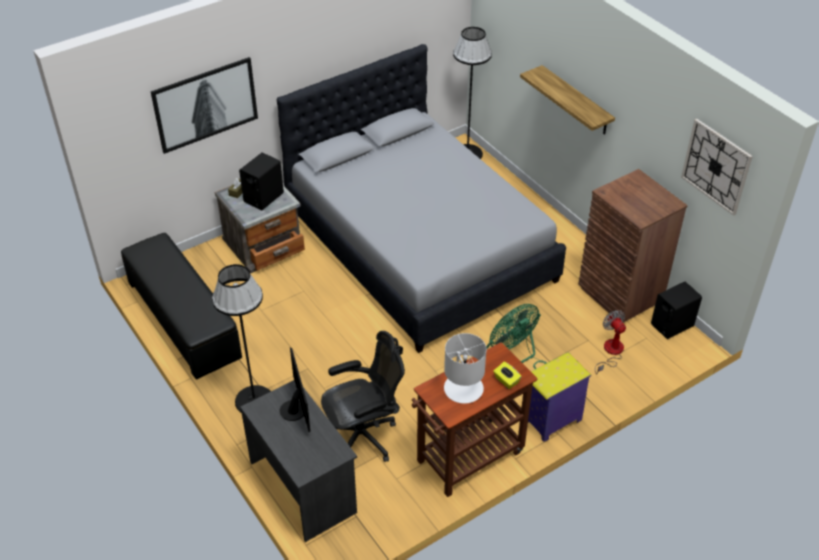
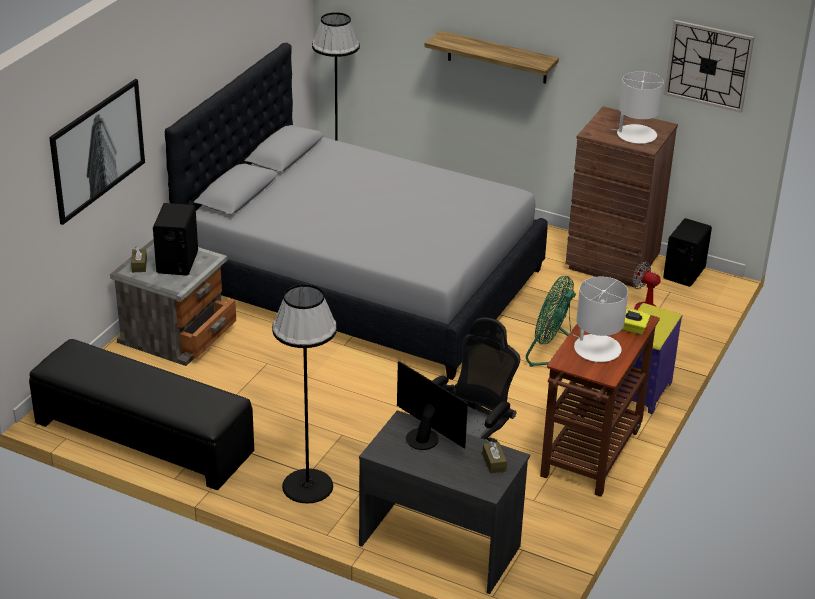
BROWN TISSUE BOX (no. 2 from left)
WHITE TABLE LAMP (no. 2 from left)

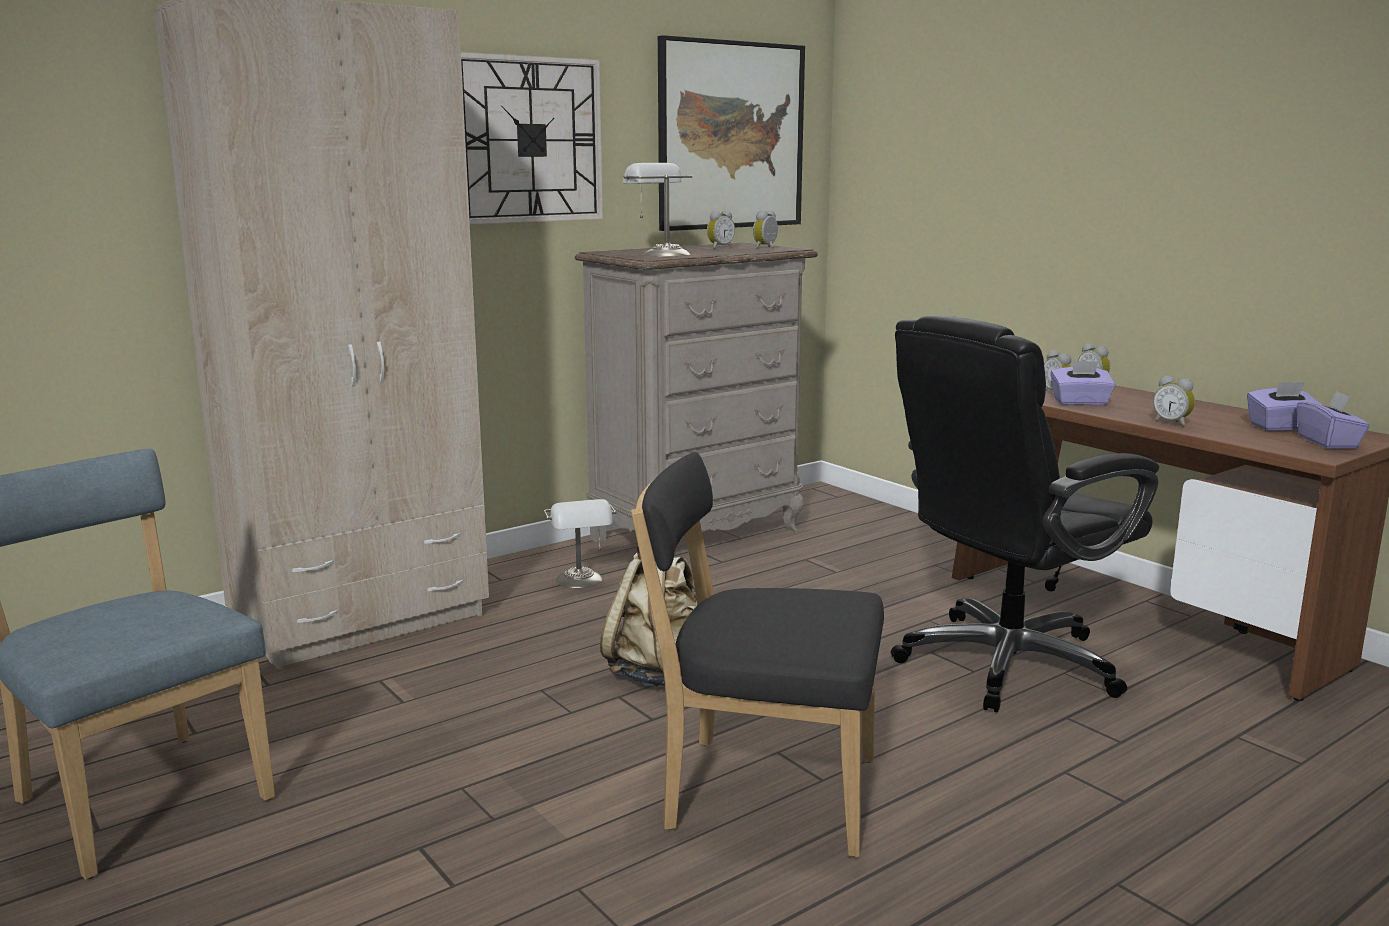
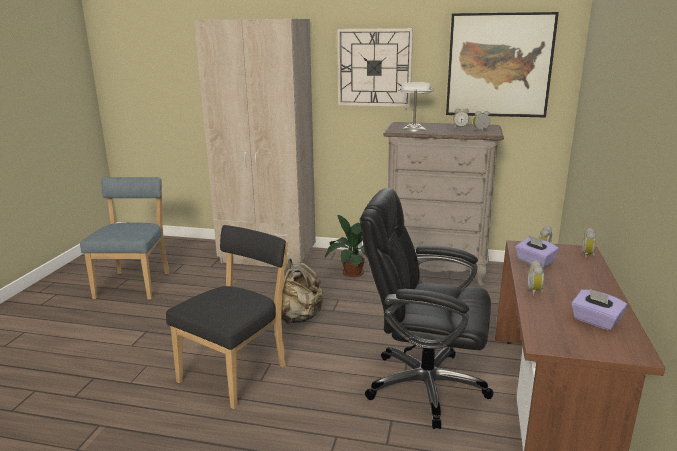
POTTED PLANT
BLACK CHAIR
PURPLE TISSUE BOX (no. 3 from left in the first image)

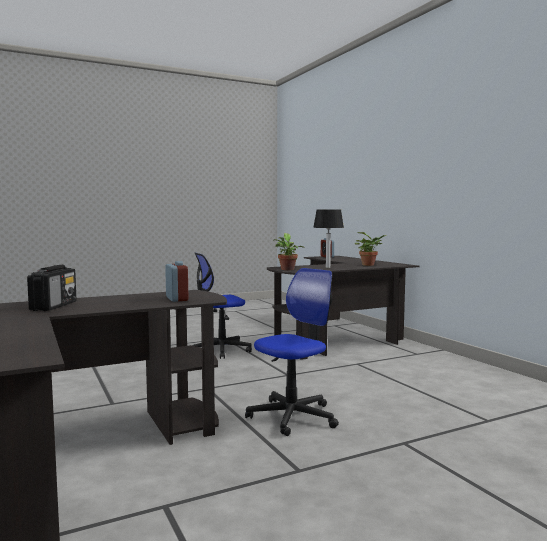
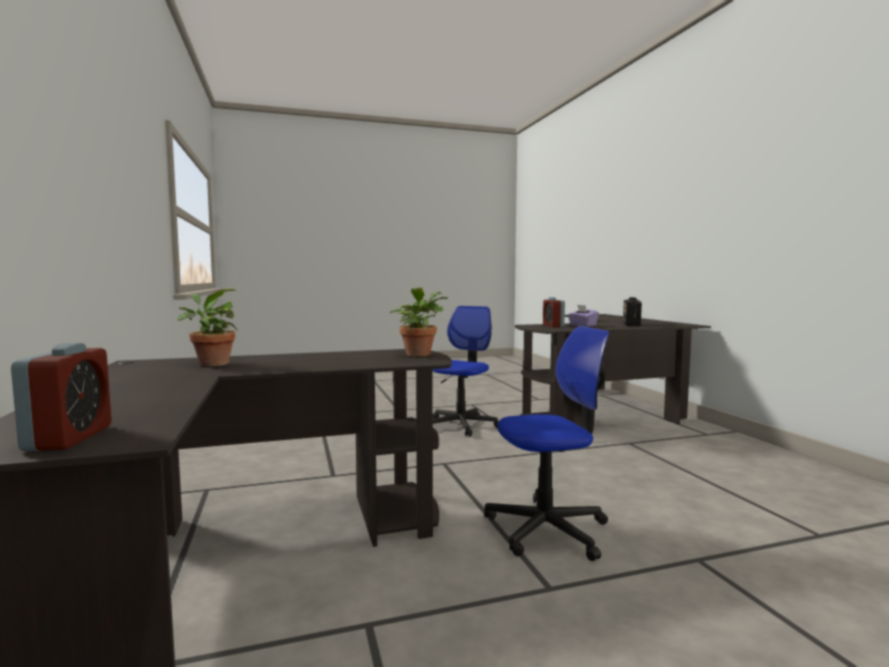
OFFICE CHAIR (no. 1 from left)
TABLE LAMP
PURPLE TISSUE BOX

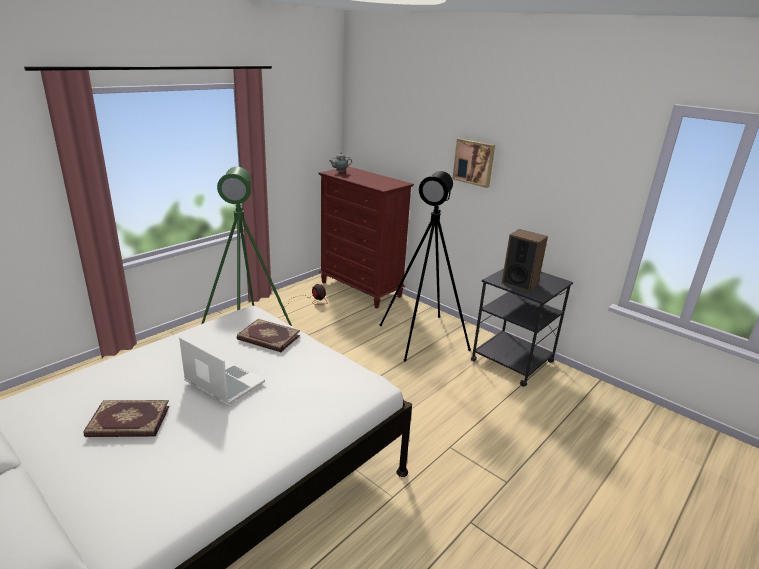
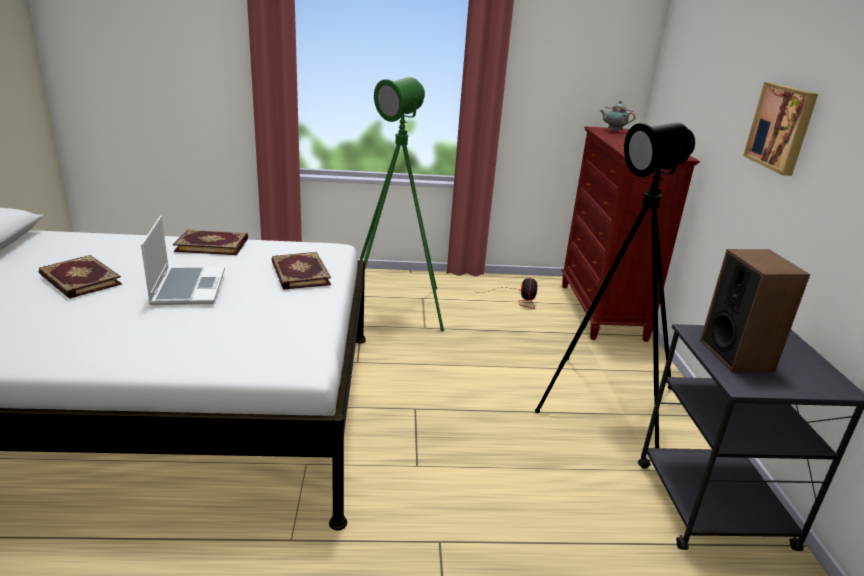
BOOK (no. 2 from left)

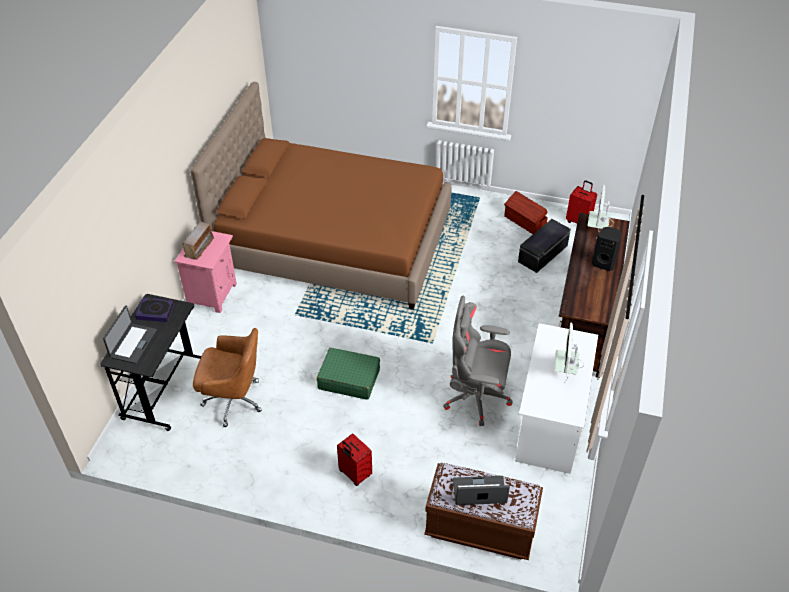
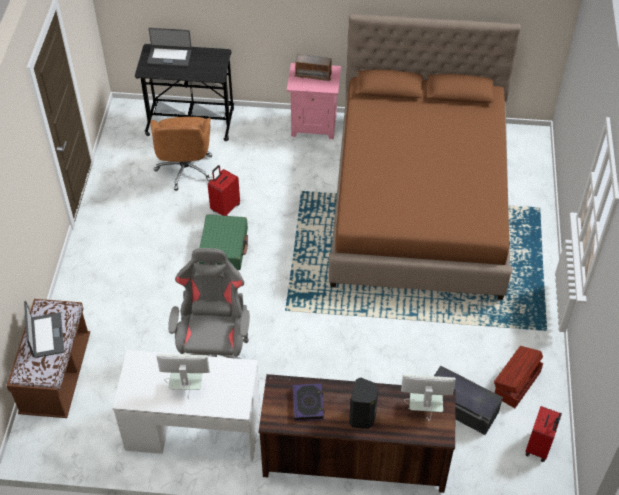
BOOK
RED SUITCASE (no. 1 from left)

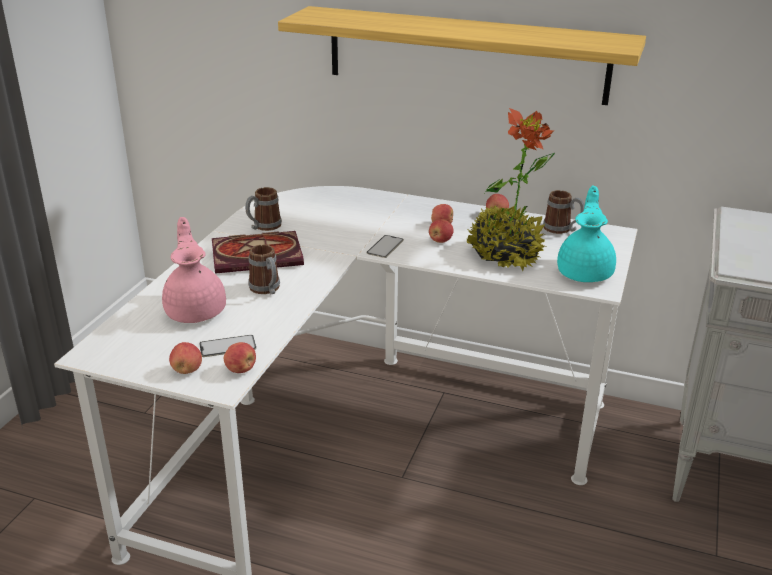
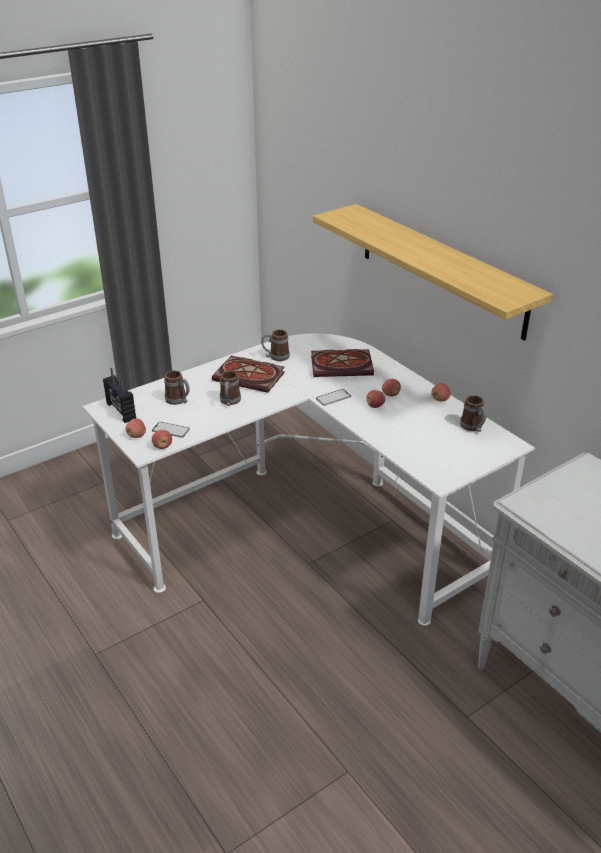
MUG (no. 1 from left)
POTTED PLANT
TURQUOISE TEAPOT
RADIO
BOOK (no. 2 from left)

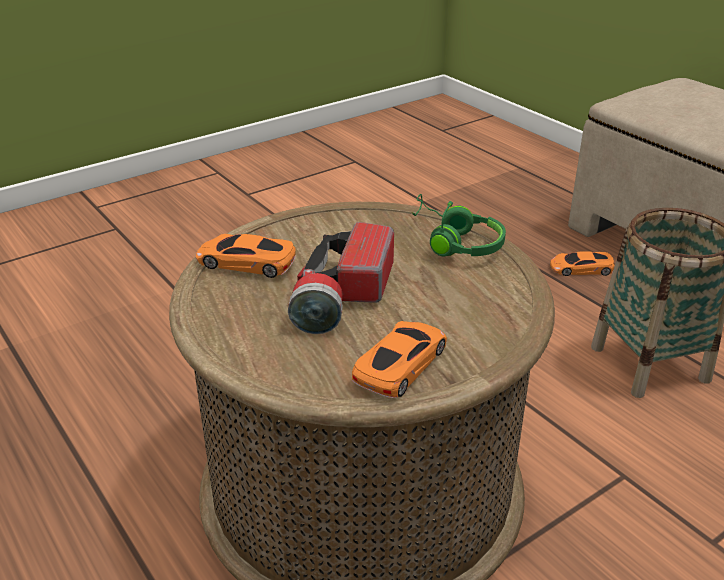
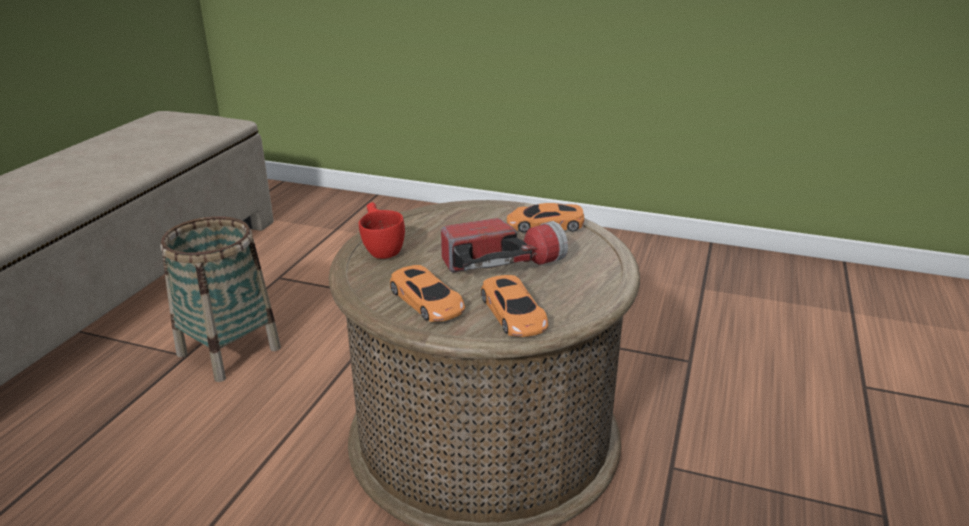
RED CUP
ORANGE TOY CAR (no. 1 from left)

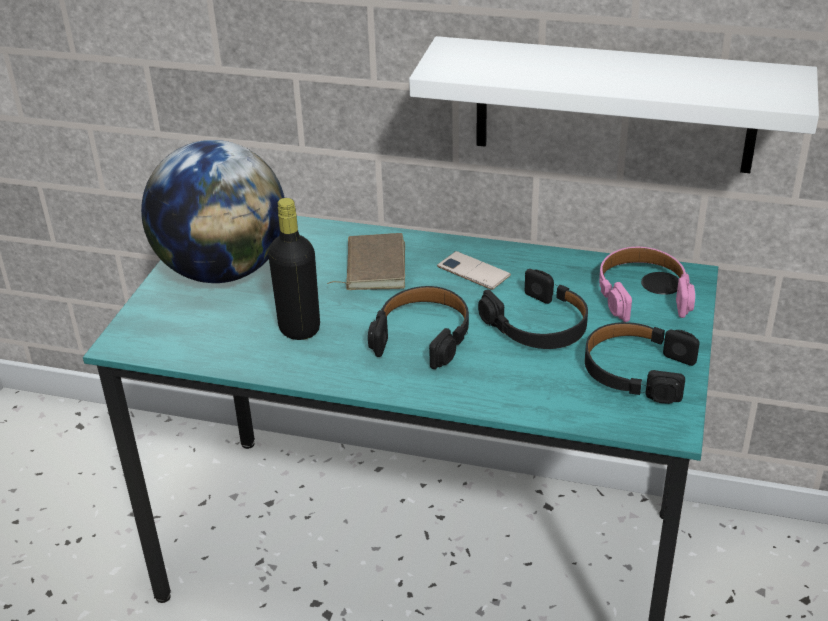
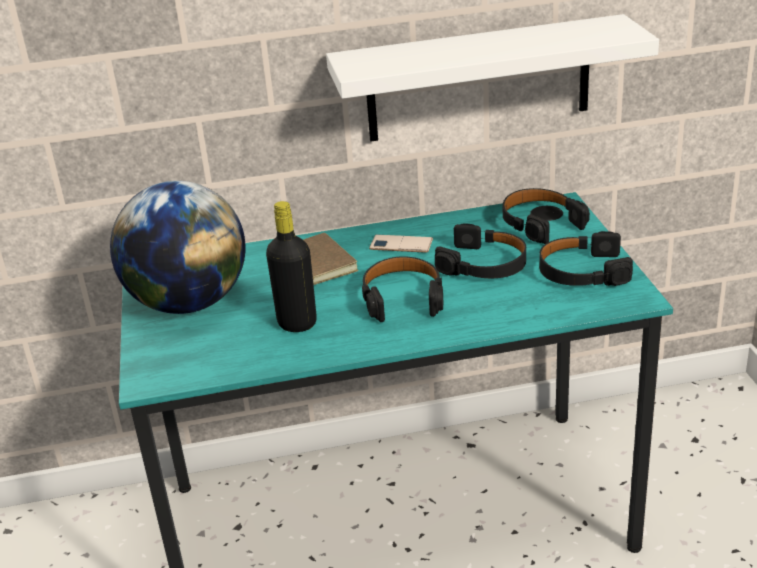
BLACK HEADPHONES (no. 3 from left)

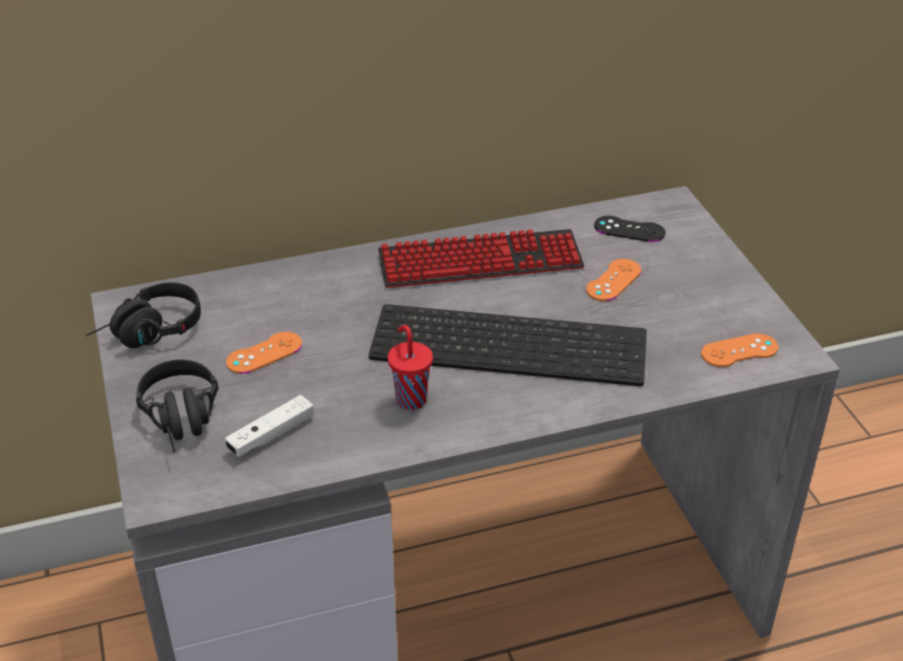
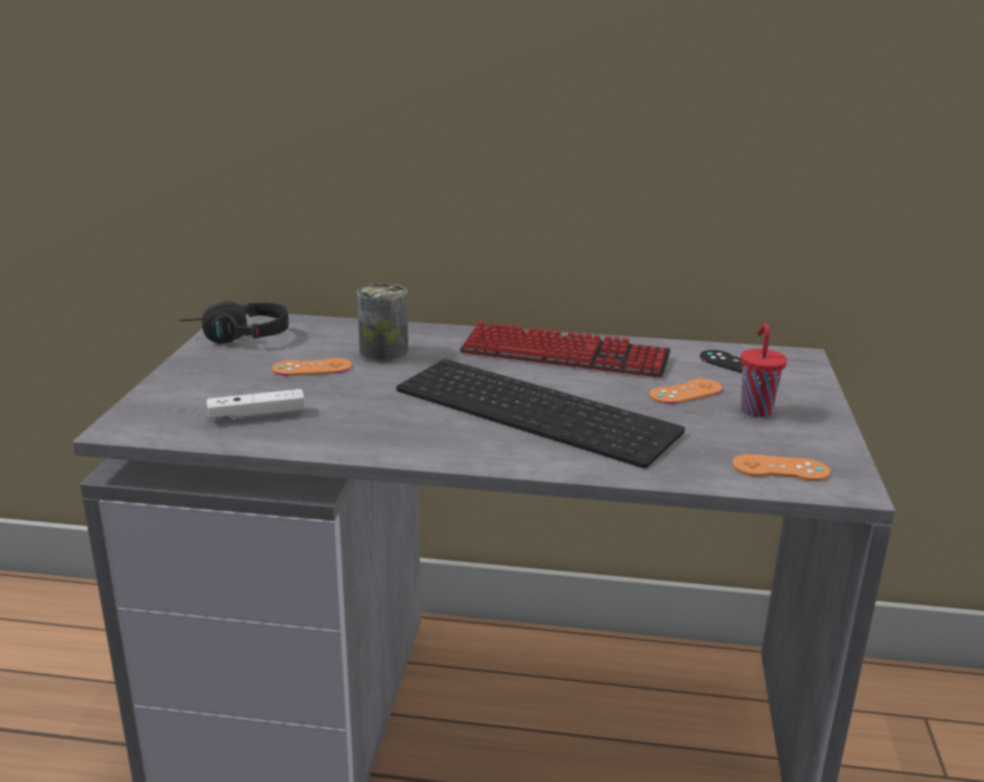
BLACK HEADPHONES (no. 2 from left in the first image)
RED CUP
CAN

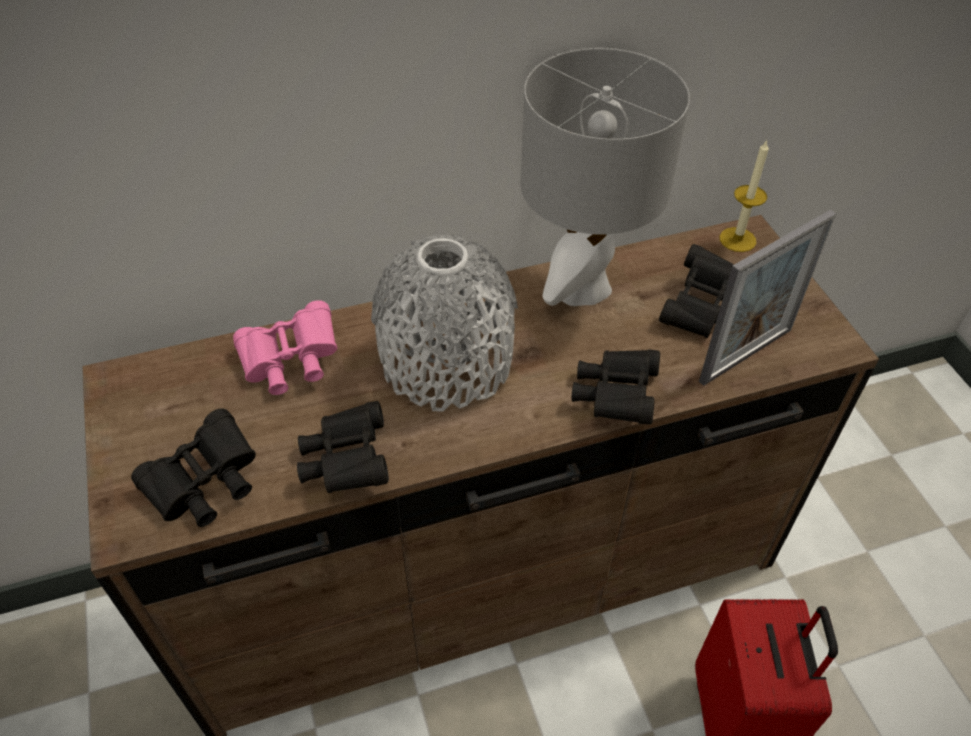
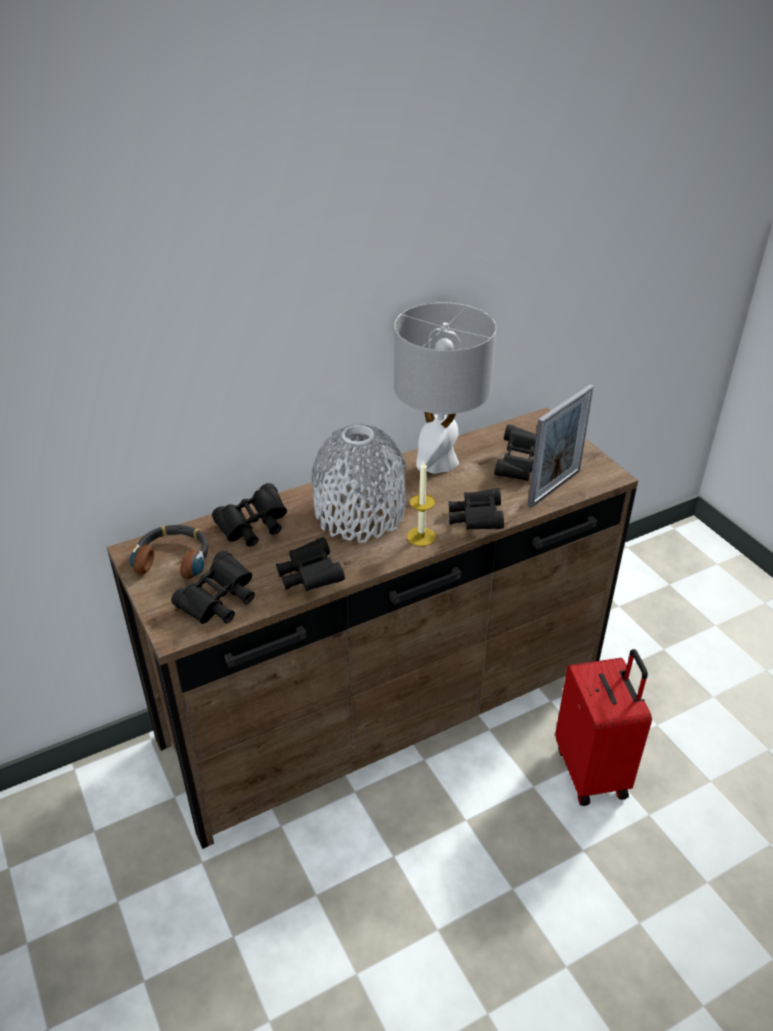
BLACK BINOCULARS (no. 2 from left)
CANDLE
HEADPHONES

